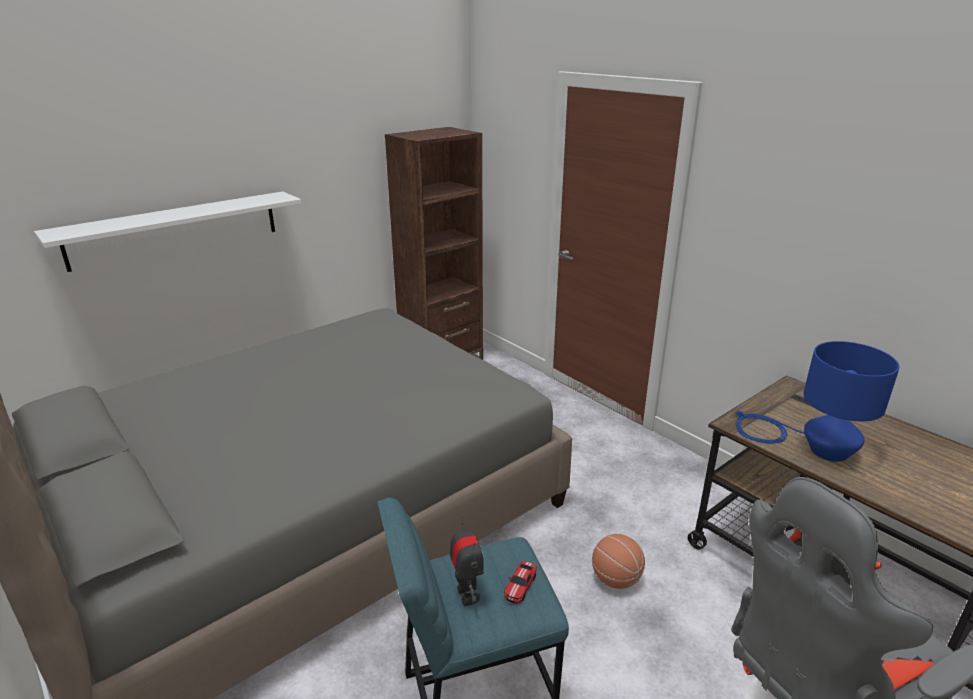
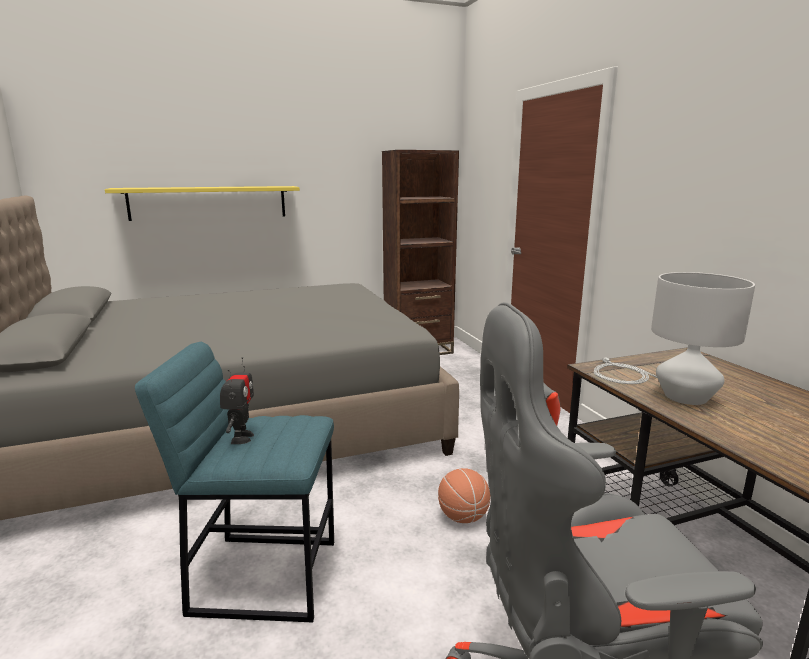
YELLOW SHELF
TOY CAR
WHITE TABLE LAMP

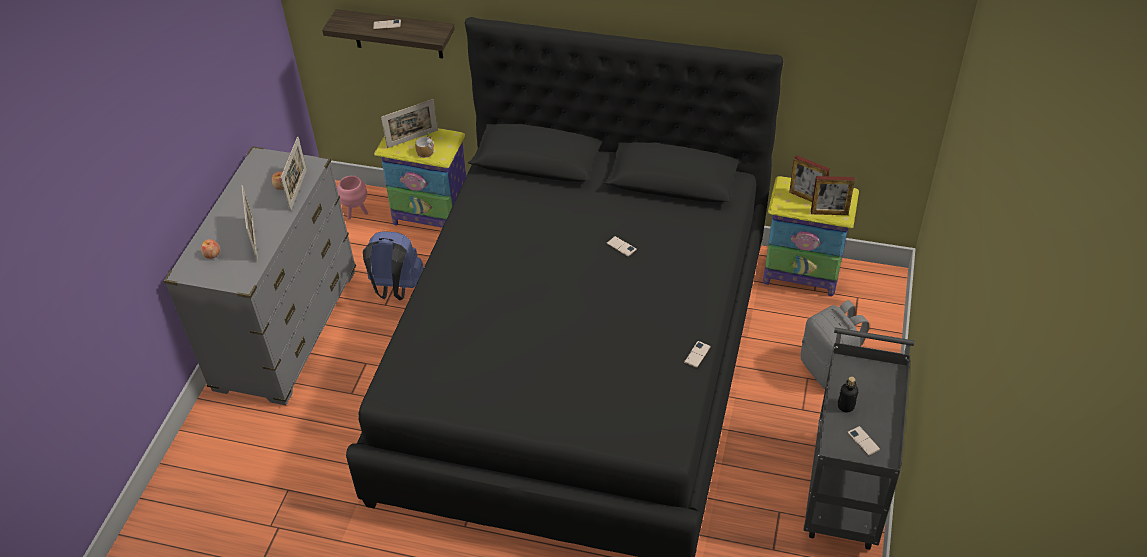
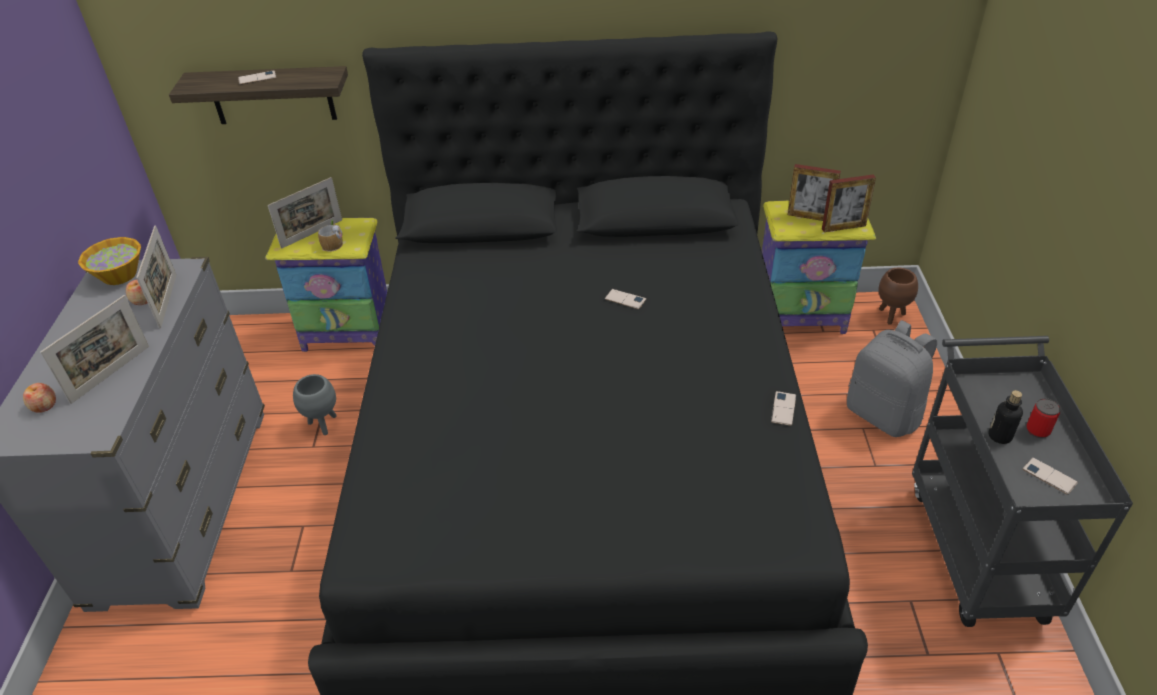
PICTURE FRAME (no. 1 from left)
PINK PLANTER
GREY PLANTER
BOWL
BROWN PLANTER
CAN

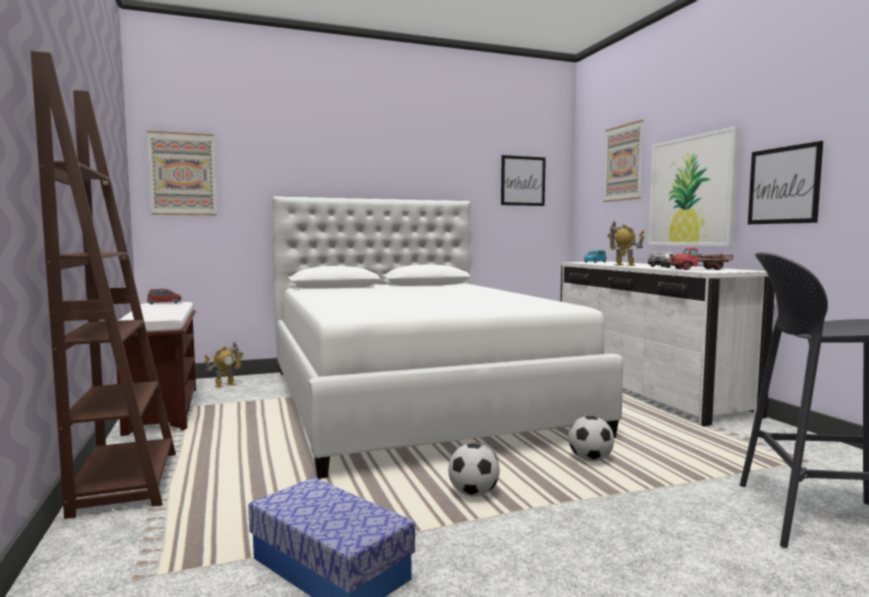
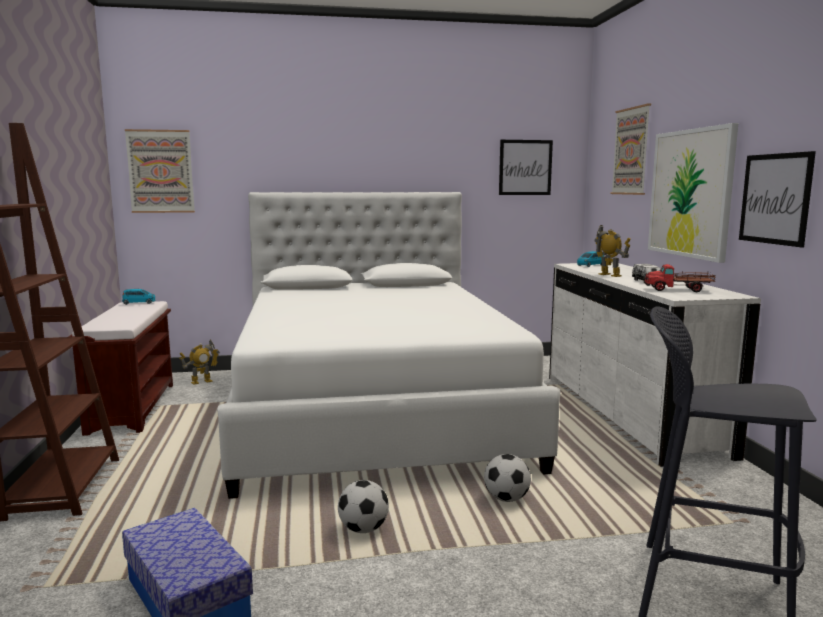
BLUE TOY CAR (no. 1 from left)

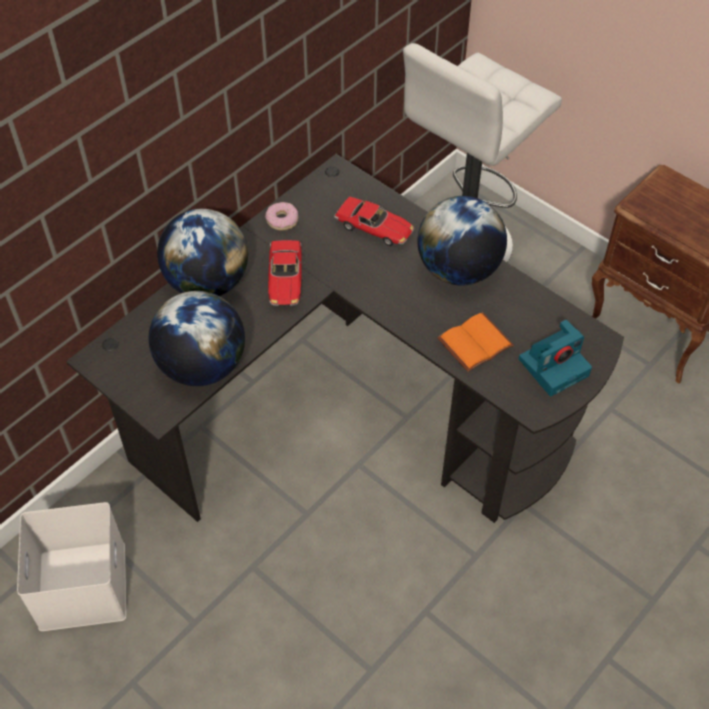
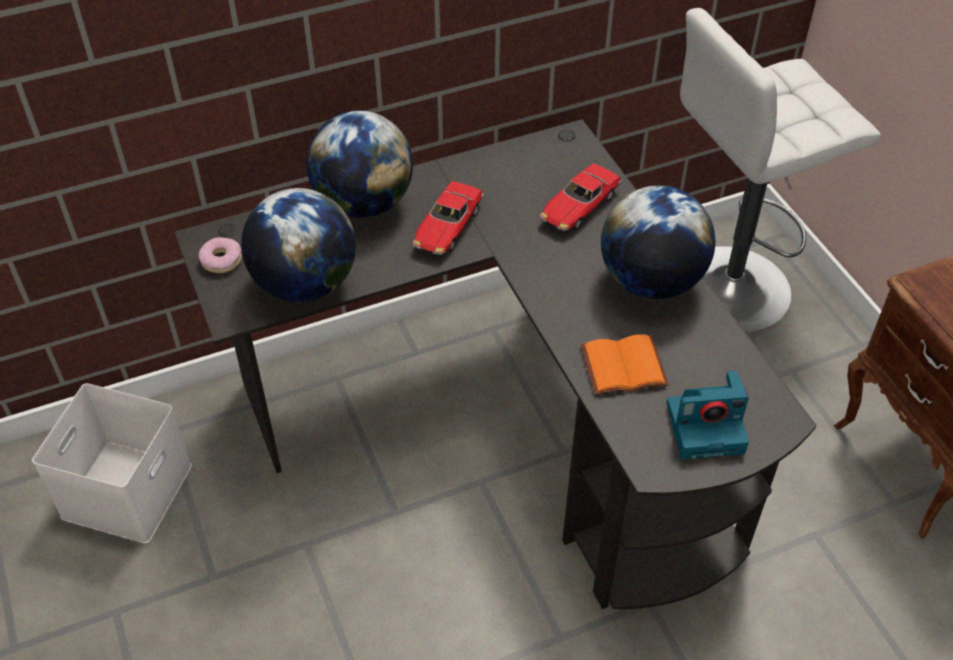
DONUT
TOY CAR (no. 2 from left)

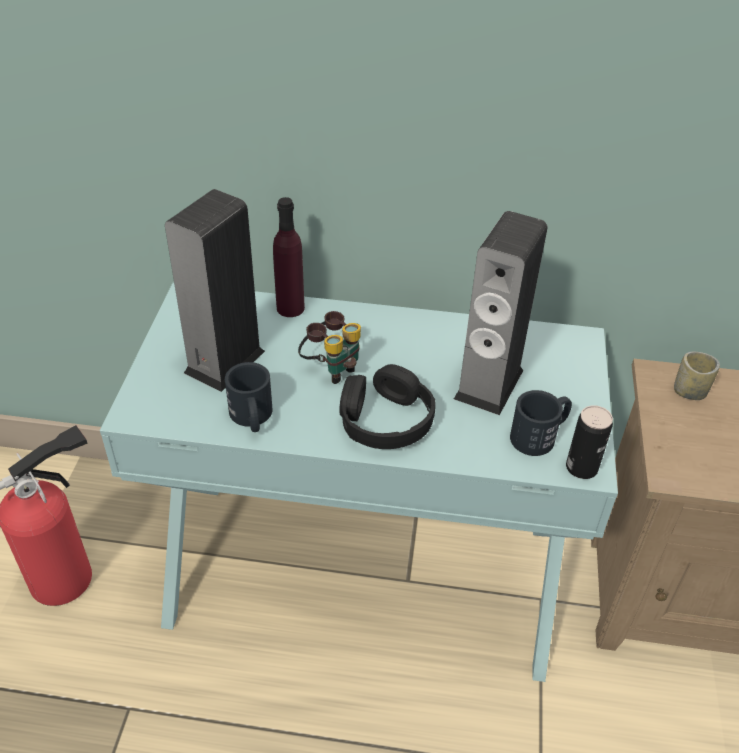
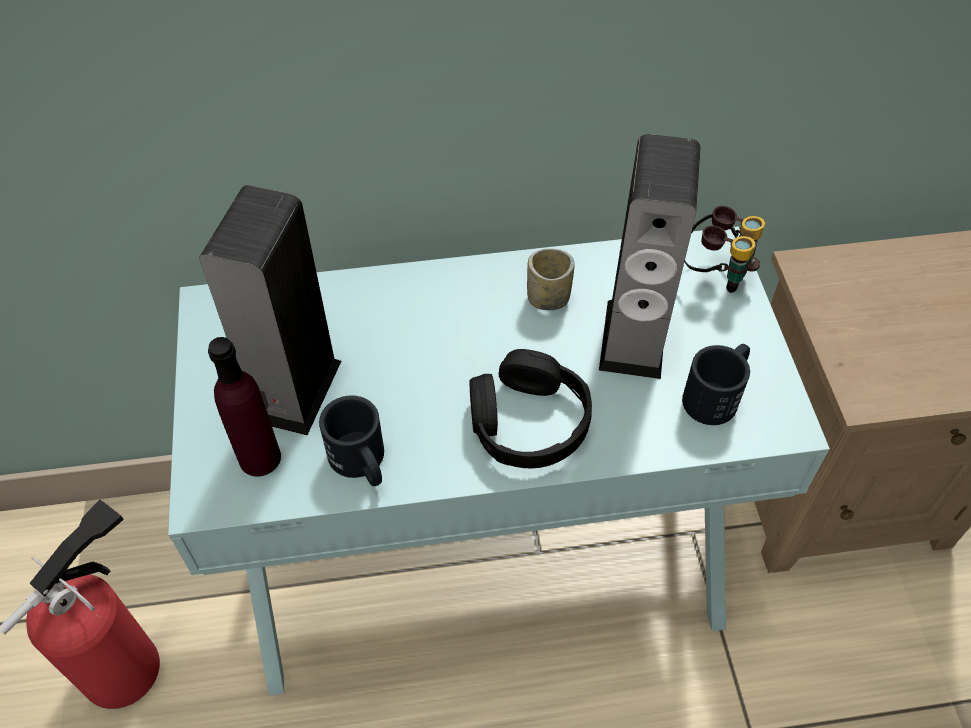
PURPLE BOTTLE
BINOCULARS
CAN
CUP

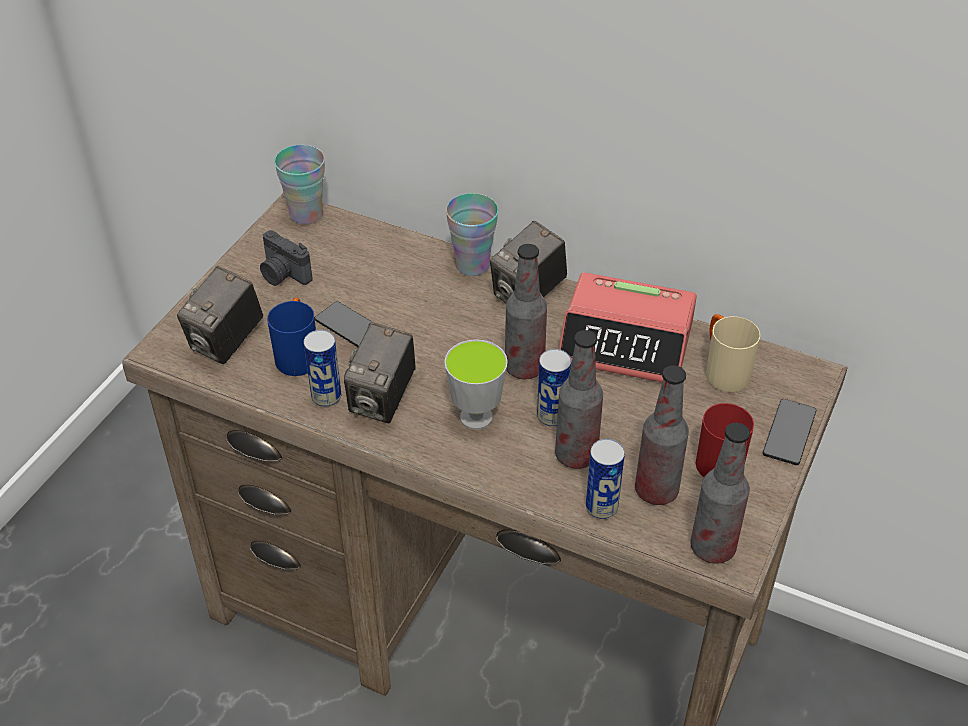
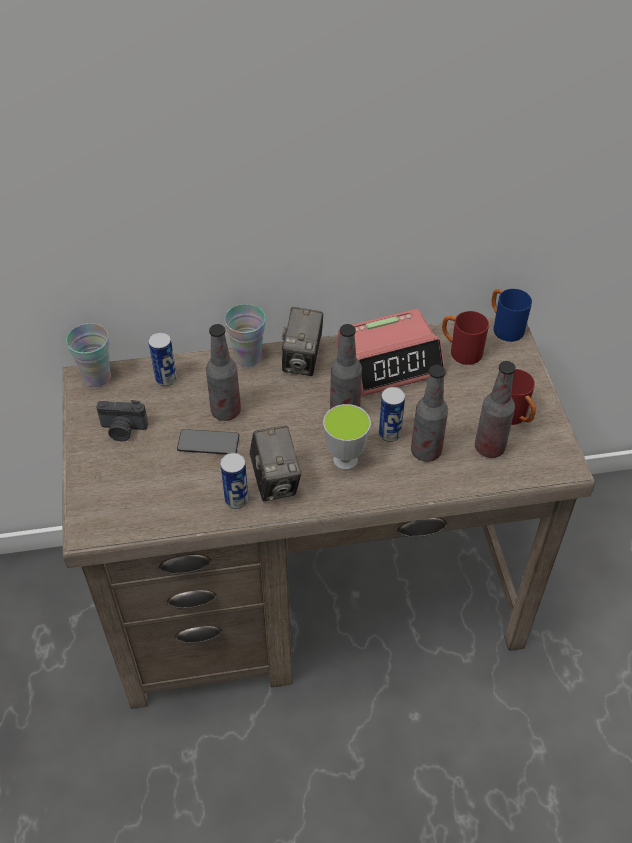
PHOTO CAMERA (no. 1 from left in the first image)
BLUE MUG
CAN (no. 1 from left)
BOTTLE (no. 1 from left)
RED MUG (no. 1 from left)
PHONE (no. 2 from left in the first image)

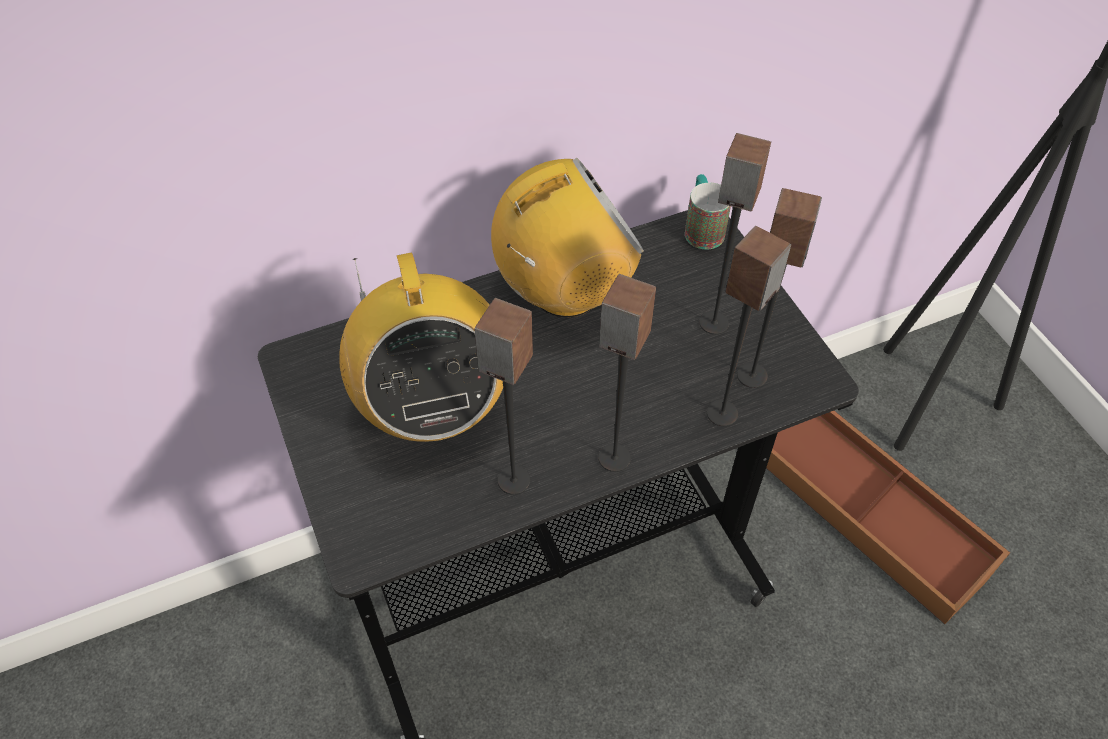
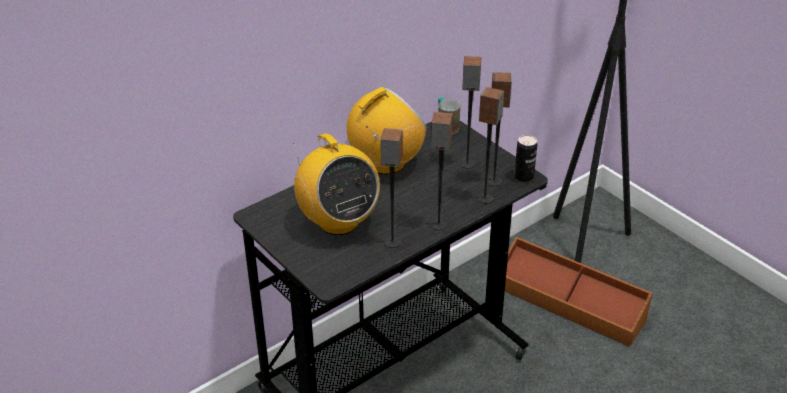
CAN

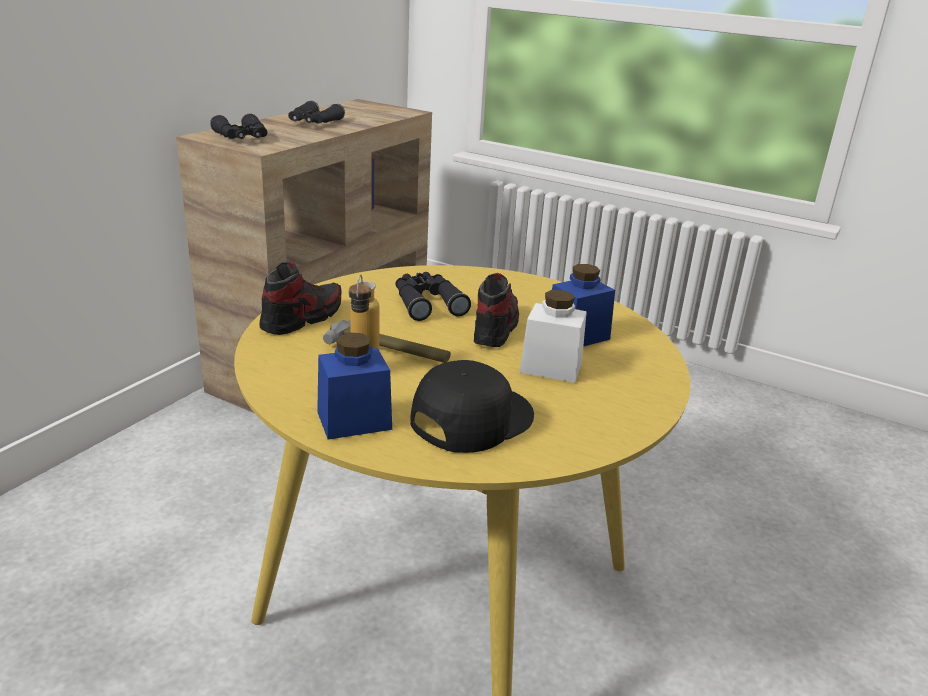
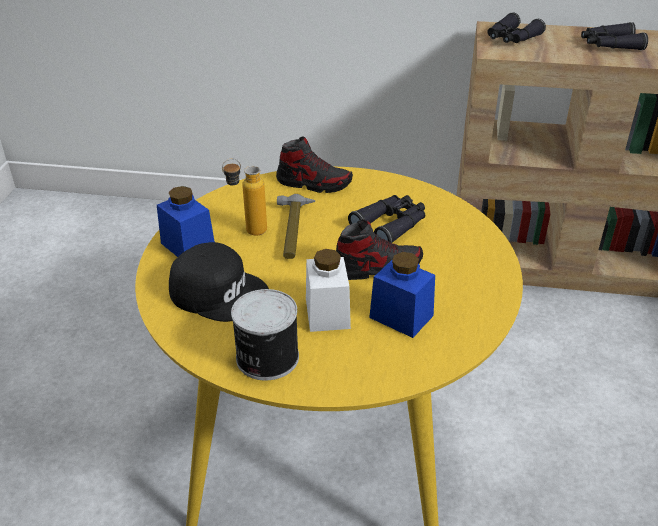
CAN

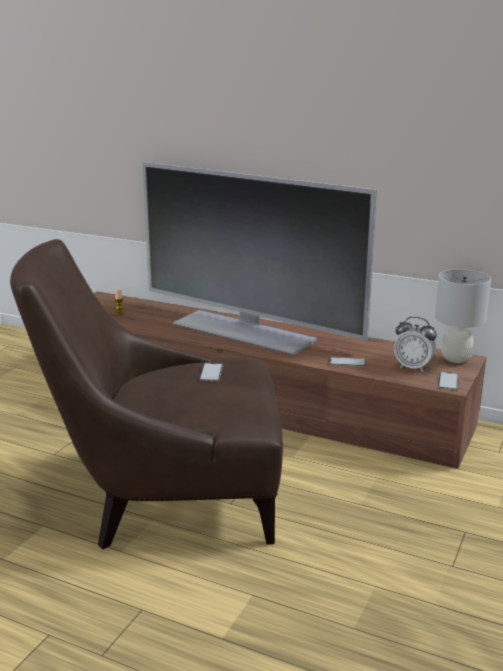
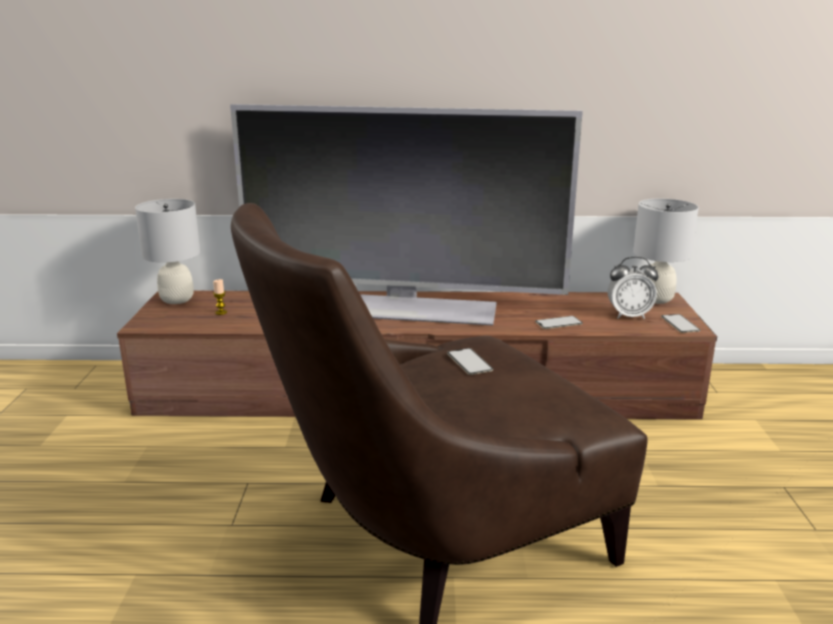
GREY TABLE LAMP (no. 1 from left)

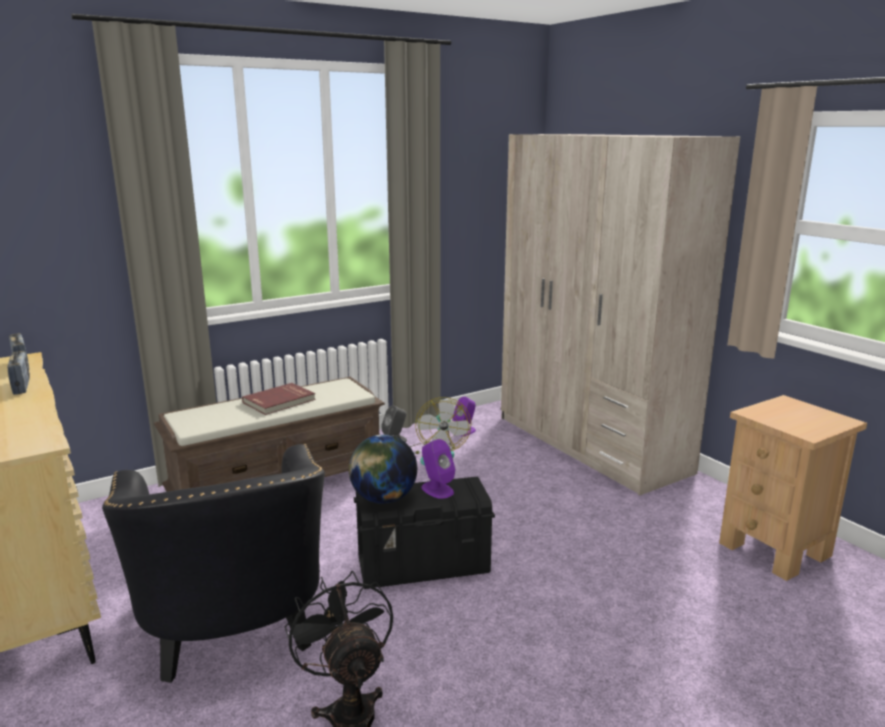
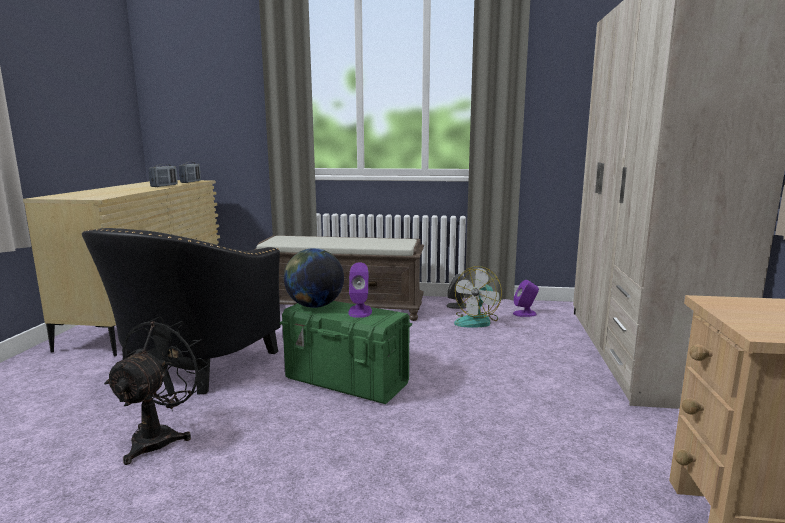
RED BOOK
GREEN STORAGE BOX

